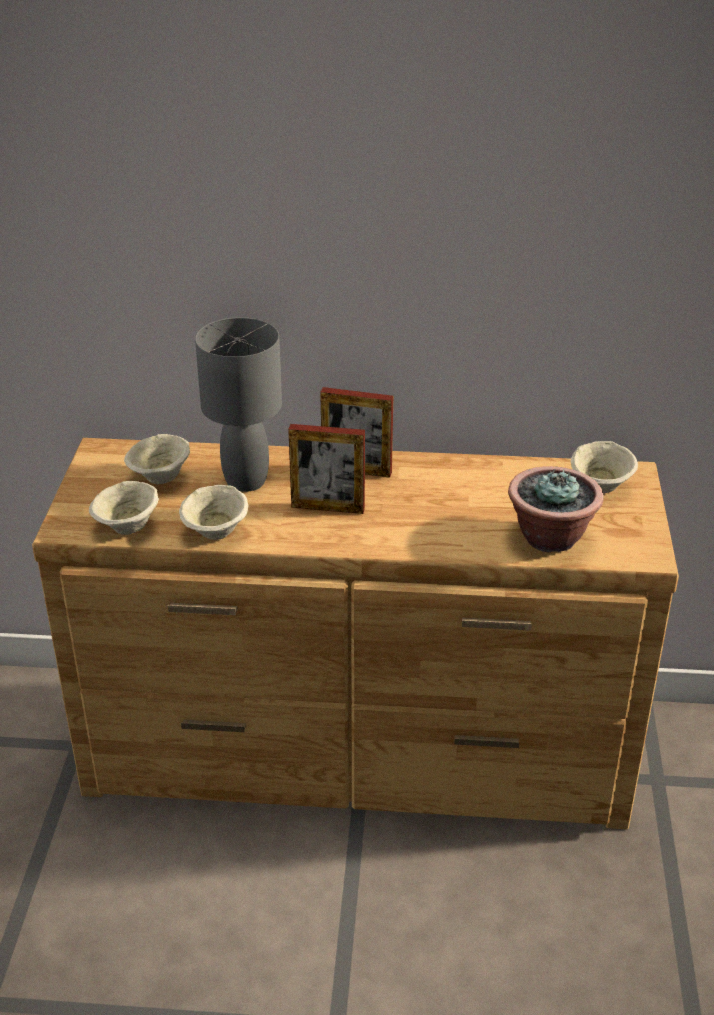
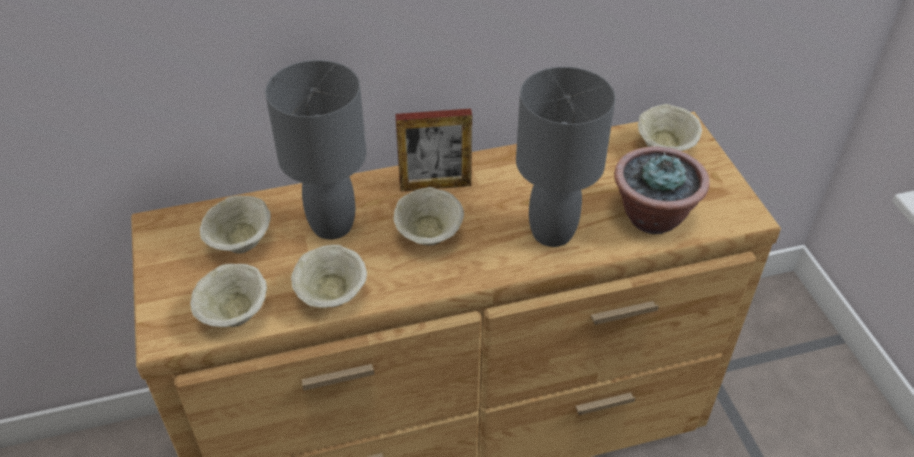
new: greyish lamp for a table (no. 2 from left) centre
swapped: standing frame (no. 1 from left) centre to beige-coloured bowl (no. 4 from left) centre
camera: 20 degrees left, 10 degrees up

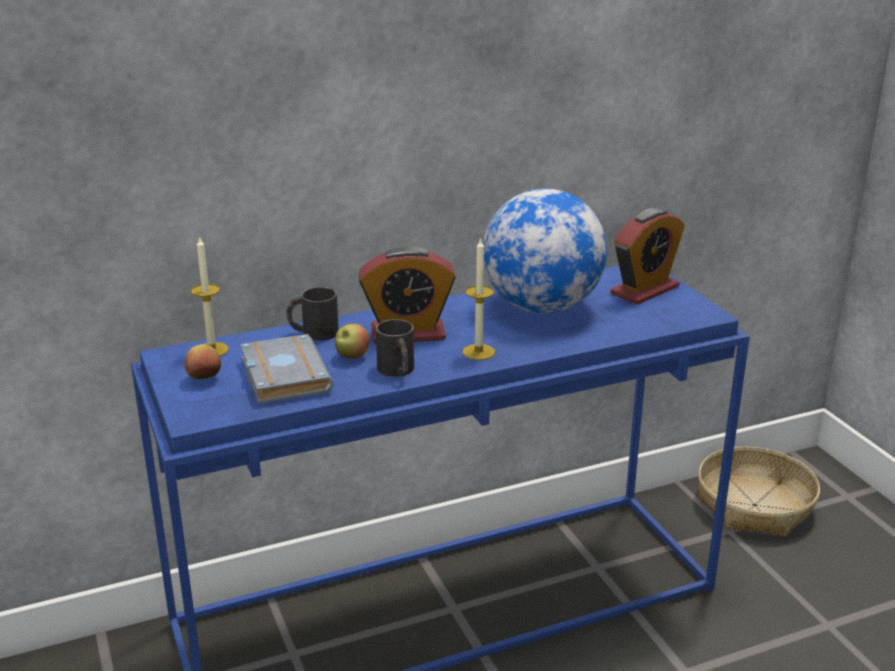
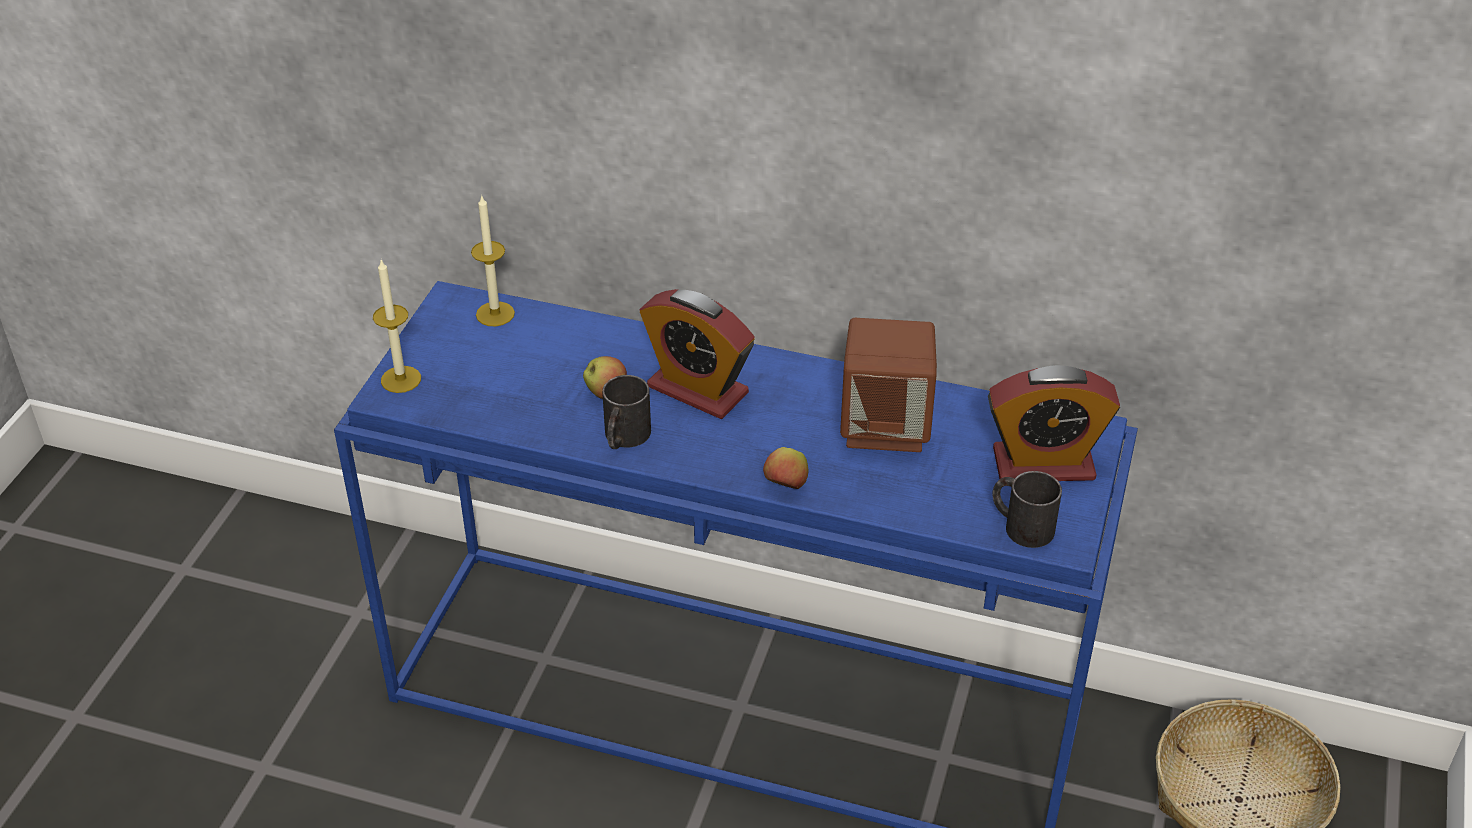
gone: greyish volume middle left
shifted: wax light (no. 2 from left in the first image) centre to wax light (no. 1 from left) middle left; blackish mug (no. 1 from left in the first image) centre to blackish mug (no. 2 from left) middle right; apple (no. 1 from left in the first image) middle left to apple (no. 2 from left) centre
swapped: world globe centre to brown-coloured audio speaker centre
camera: 40 degrees right, 15 degrees up

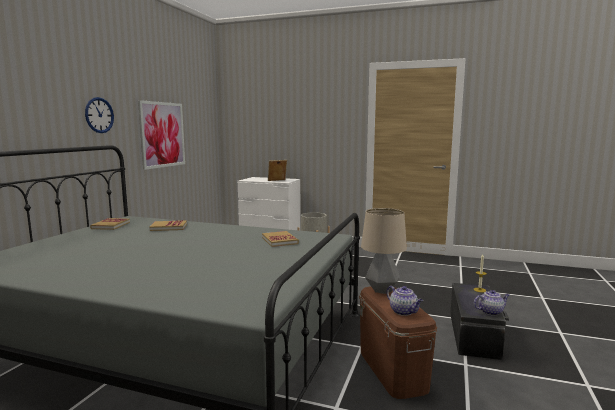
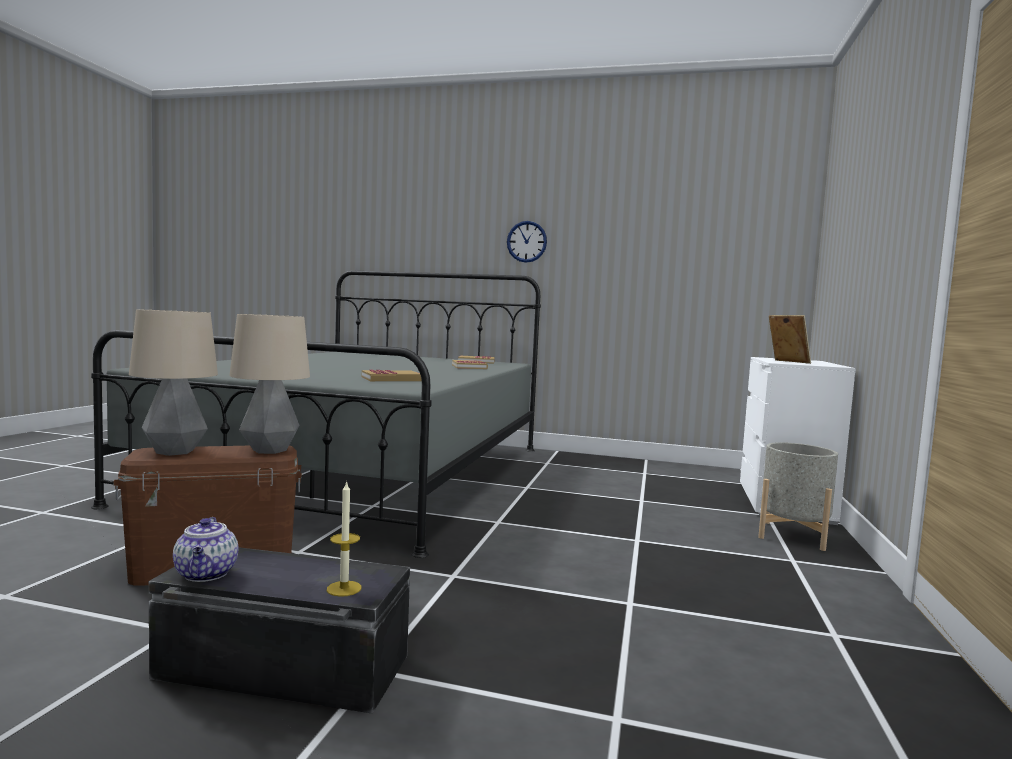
gone: wall art top left
swapped: pot for tea (no. 1 from left) bottom centre to lamp for a table (no. 1 from left) middle left
camera: 85 degrees right, 5 degrees down

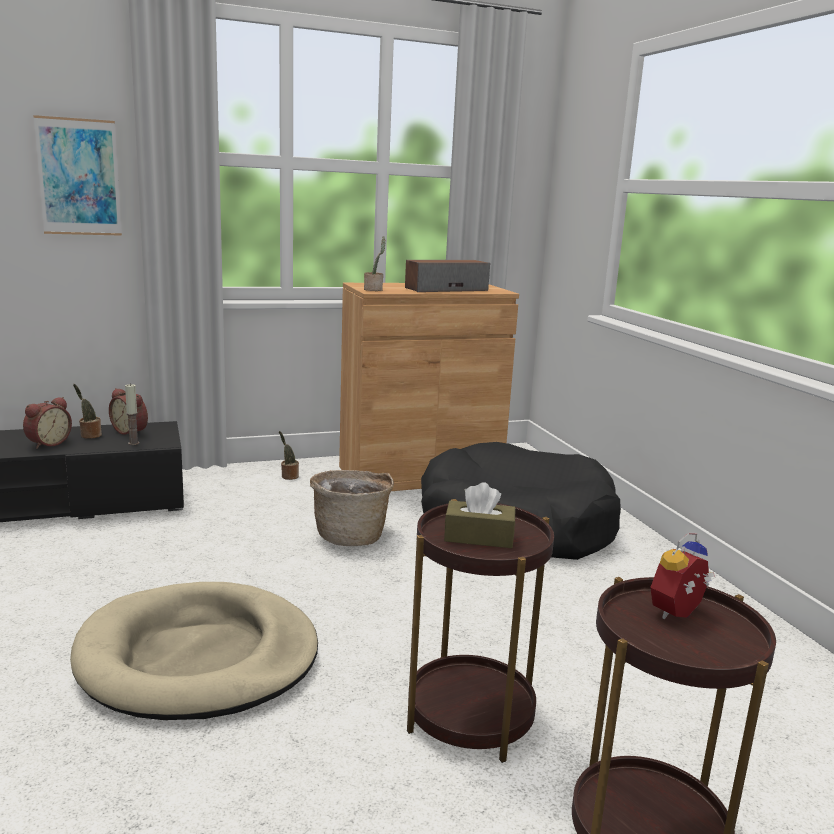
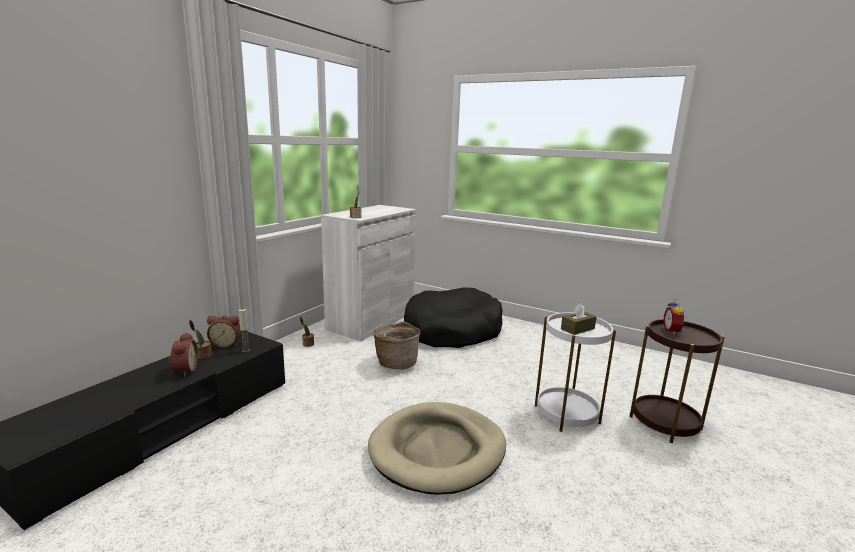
gone: wall art top left; audio speaker top centre
repainted: brown-coloured cabinet centre to white cabinet centre; brown-coloured side table (no. 1 from left) bottom centre to white side table bottom right
camera: 40 degrees left, 0 degrees up

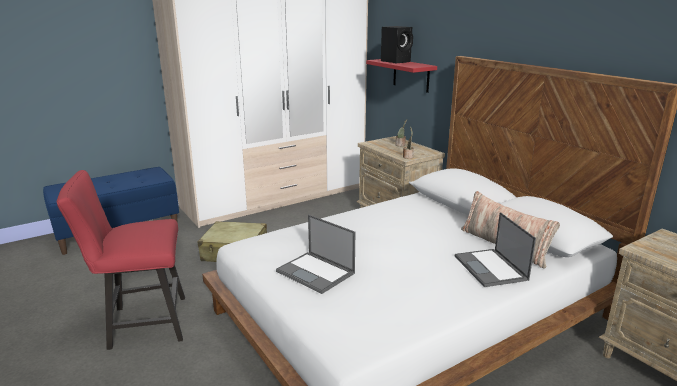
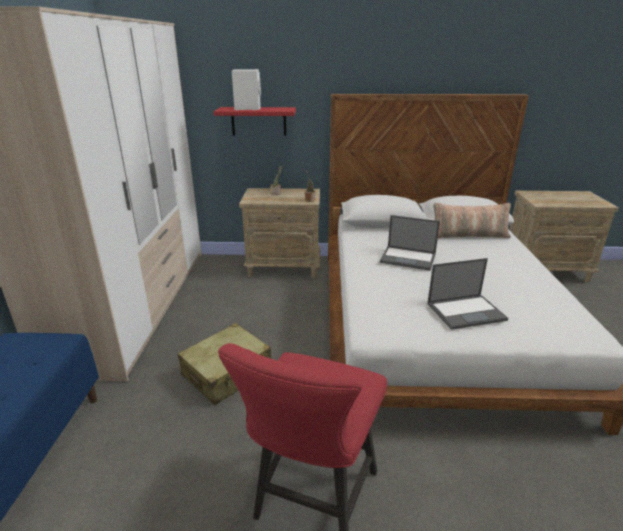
shifted: notebook computer (no. 2 from left in the first image) middle right to notebook computer (no. 1 from left) centre
repainted: blackish audio speaker top centre to white audio speaker top centre
camera: 55 degrees left, 5 degrees up

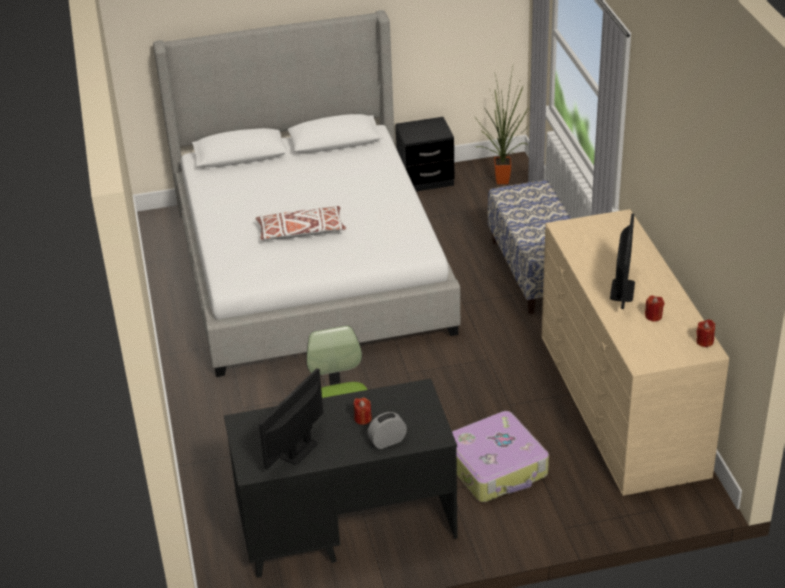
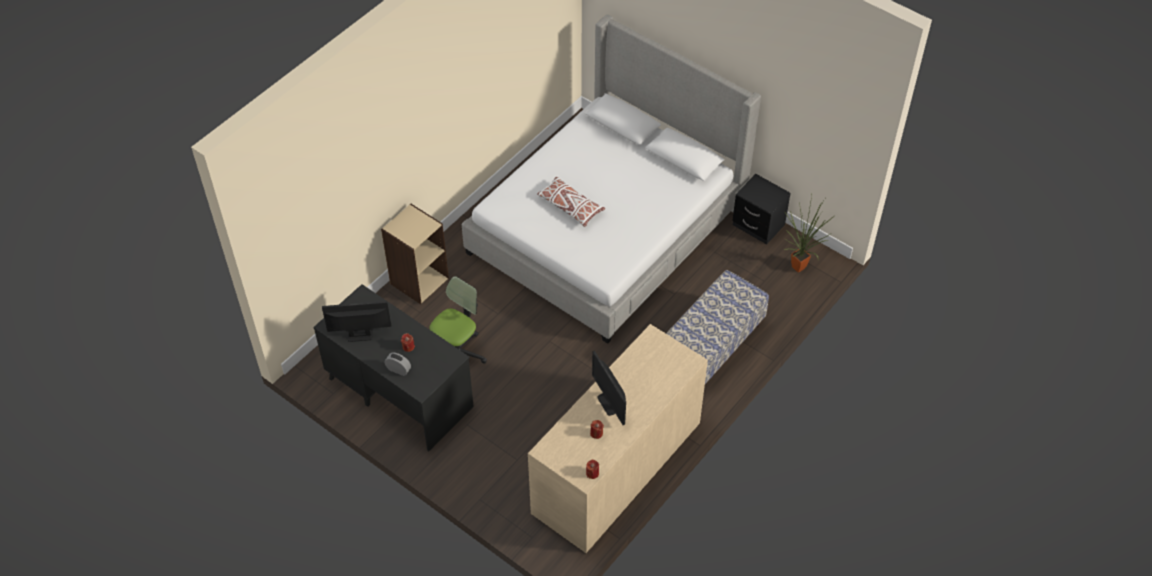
gone: suitcase bottom centre
new: beige-coloured shelving unit centre
rotated: computer display (no. 2 from left) middle right = bottom centre 90 degrees clockwise
camera: 50 degrees right, 15 degrees up

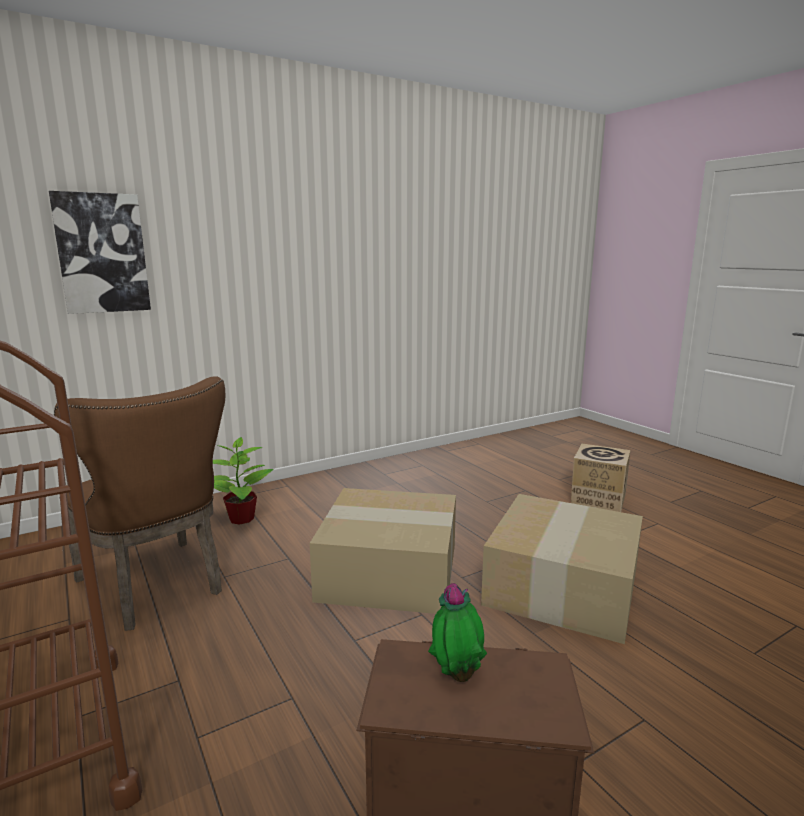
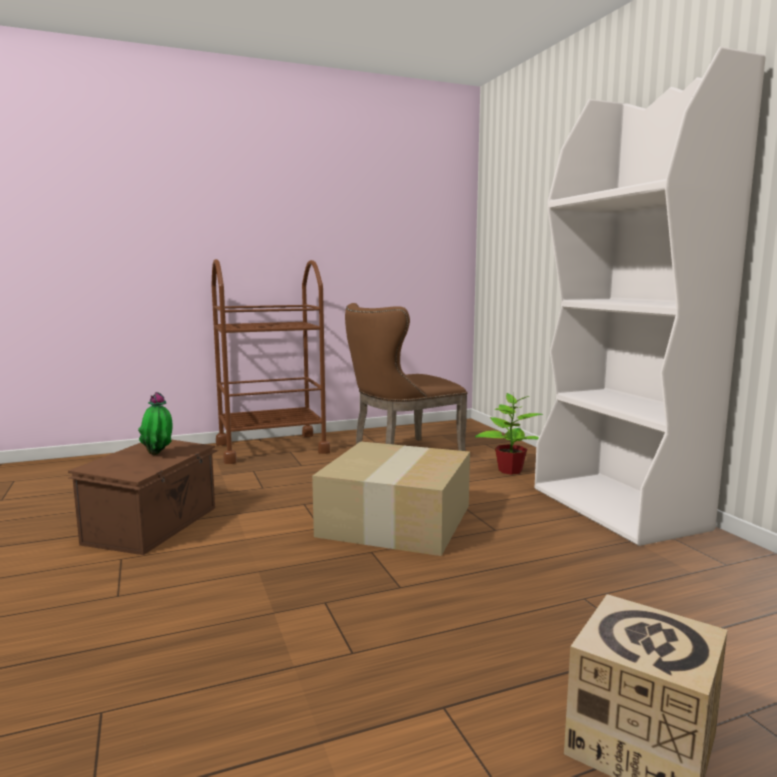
gone: wall art top left; carton (no. 2 from left) bottom right
new: white shelving unit middle right
camera: 100 degrees right, 5 degrees down

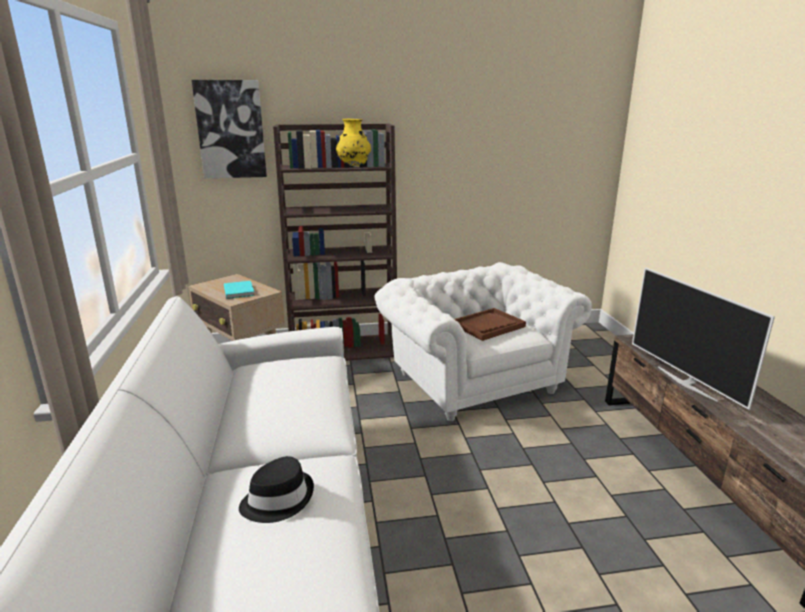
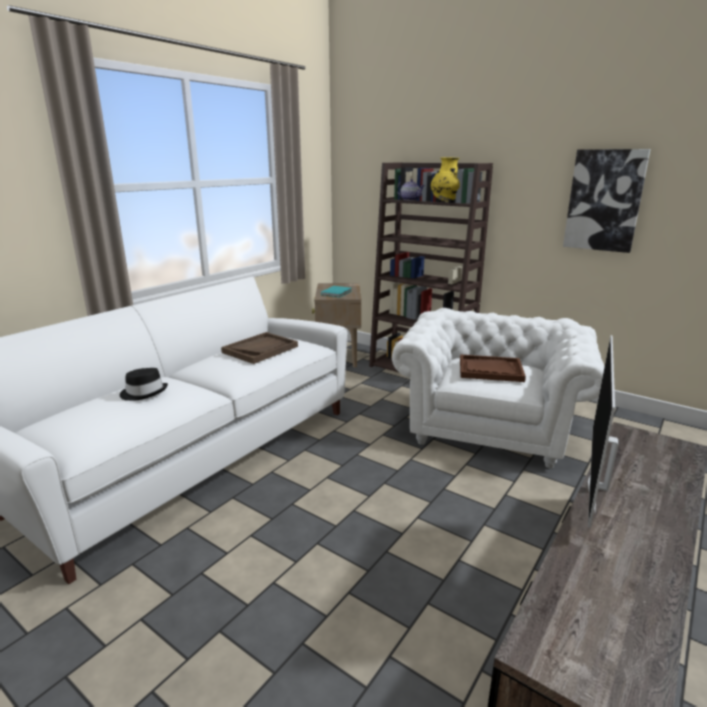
new: pot for tea top centre; brown-coloured tray (no. 1 from left) centre
shifted: wall art top left to top right
camera: 45 degrees right, 0 degrees up

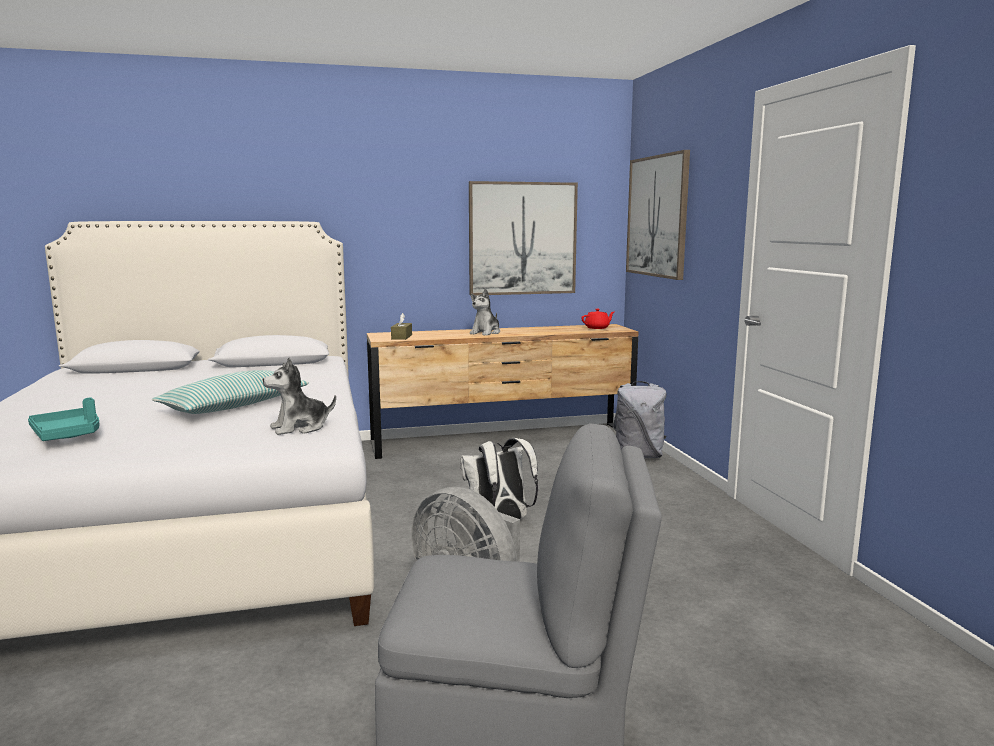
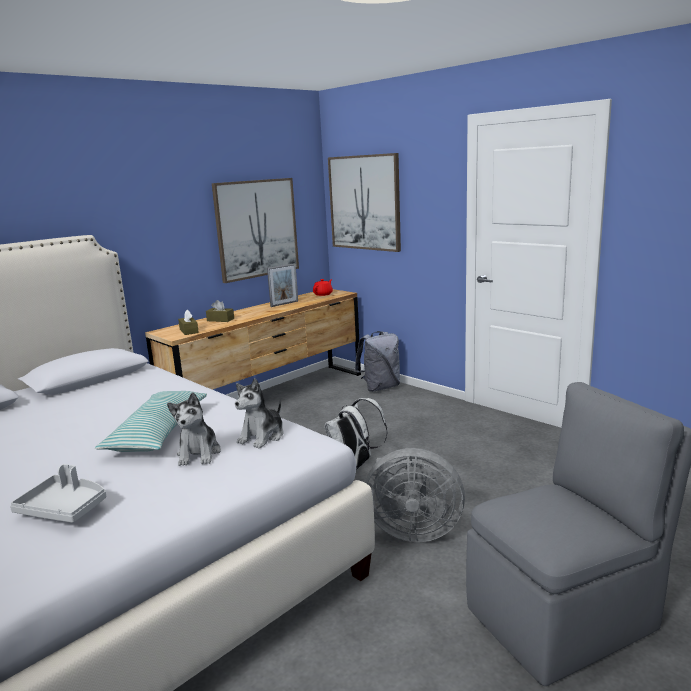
new: standing frame centre; brown-coloured box of tissues (no. 2 from left) middle left
shifted: soft toy (no. 2 from left in the first image) centre to soft toy (no. 1 from left) middle left
repainted: turquoise-coloured tray middle left to greyish tray bottom left
camera: 30 degrees left, 5 degrees up

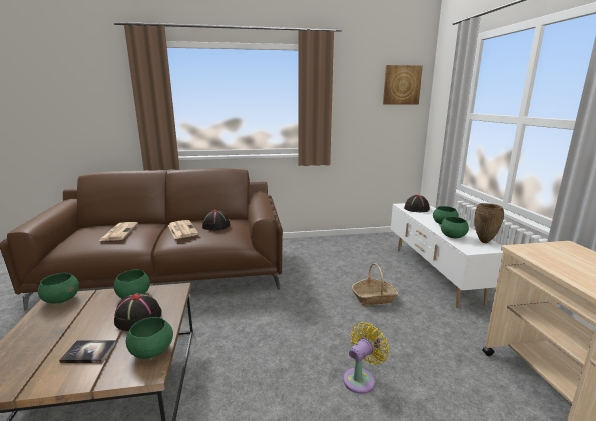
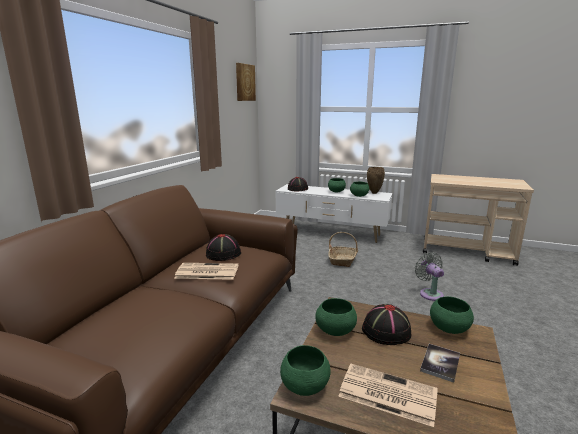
shifted: newspaper (no. 1 from left in the first image) middle left to newspaper (no. 2 from left) bottom right
repainted: yellow-coloured fan bottom centre to greyish fan middle right
camera: 60 degrees left, 0 degrees up

